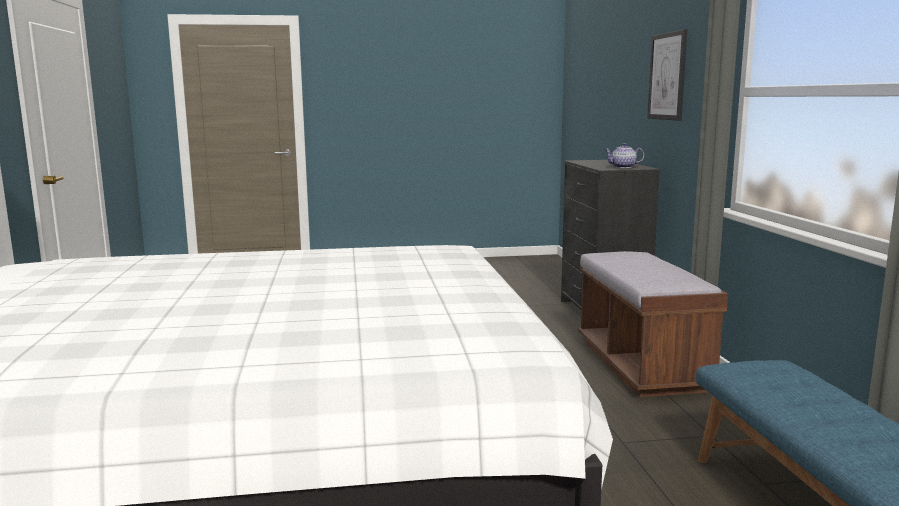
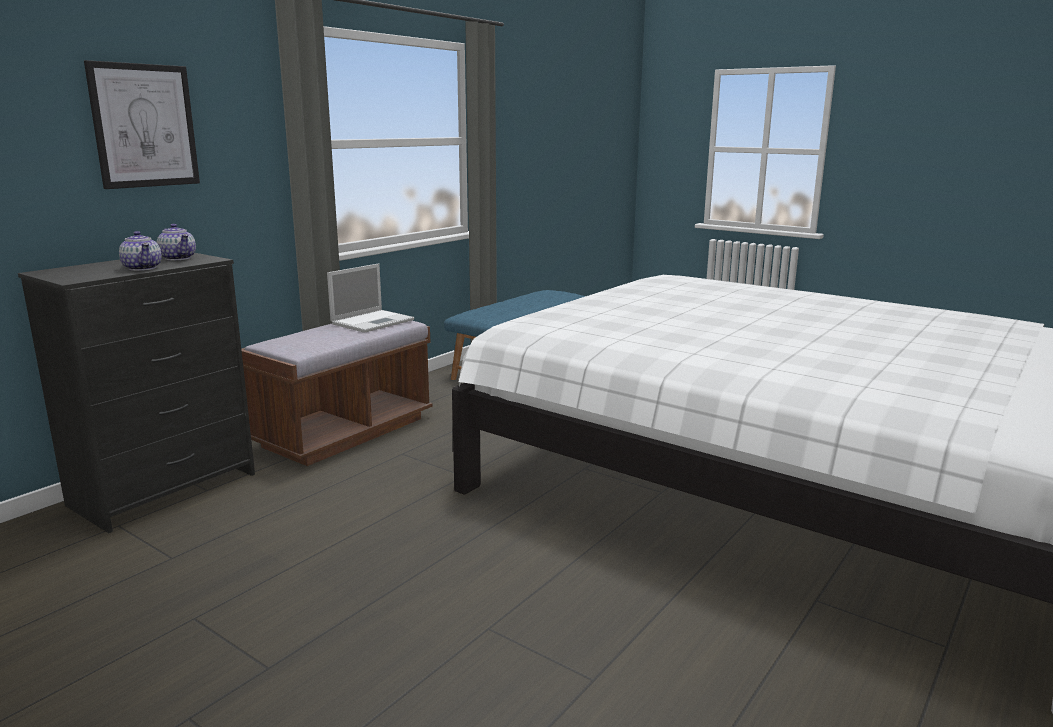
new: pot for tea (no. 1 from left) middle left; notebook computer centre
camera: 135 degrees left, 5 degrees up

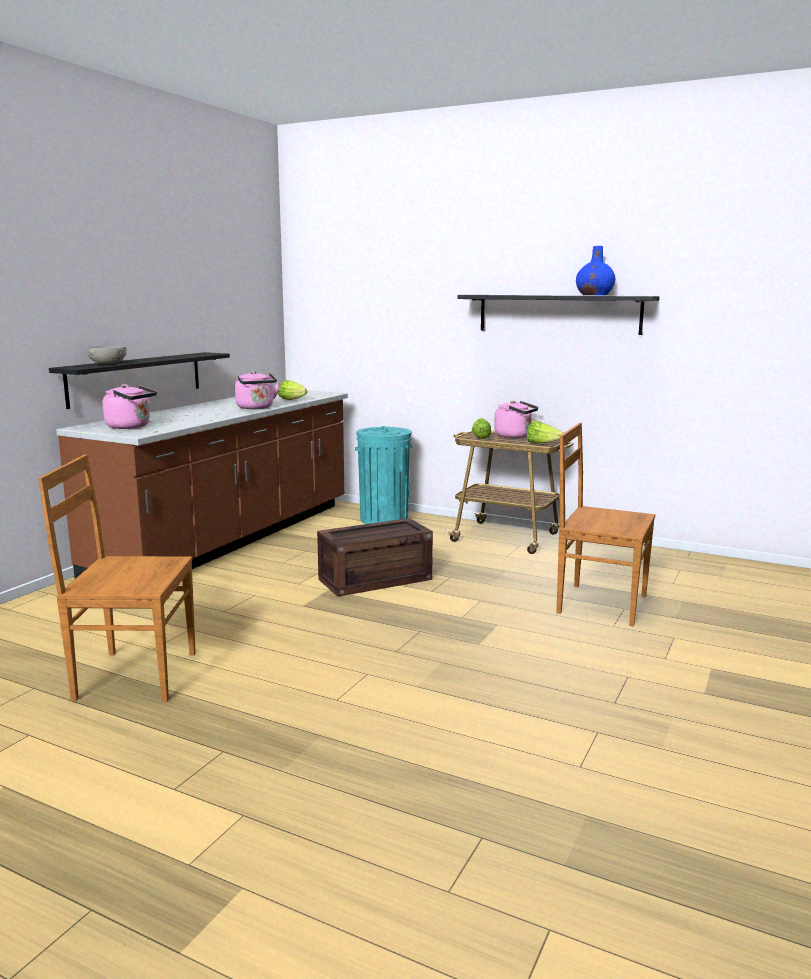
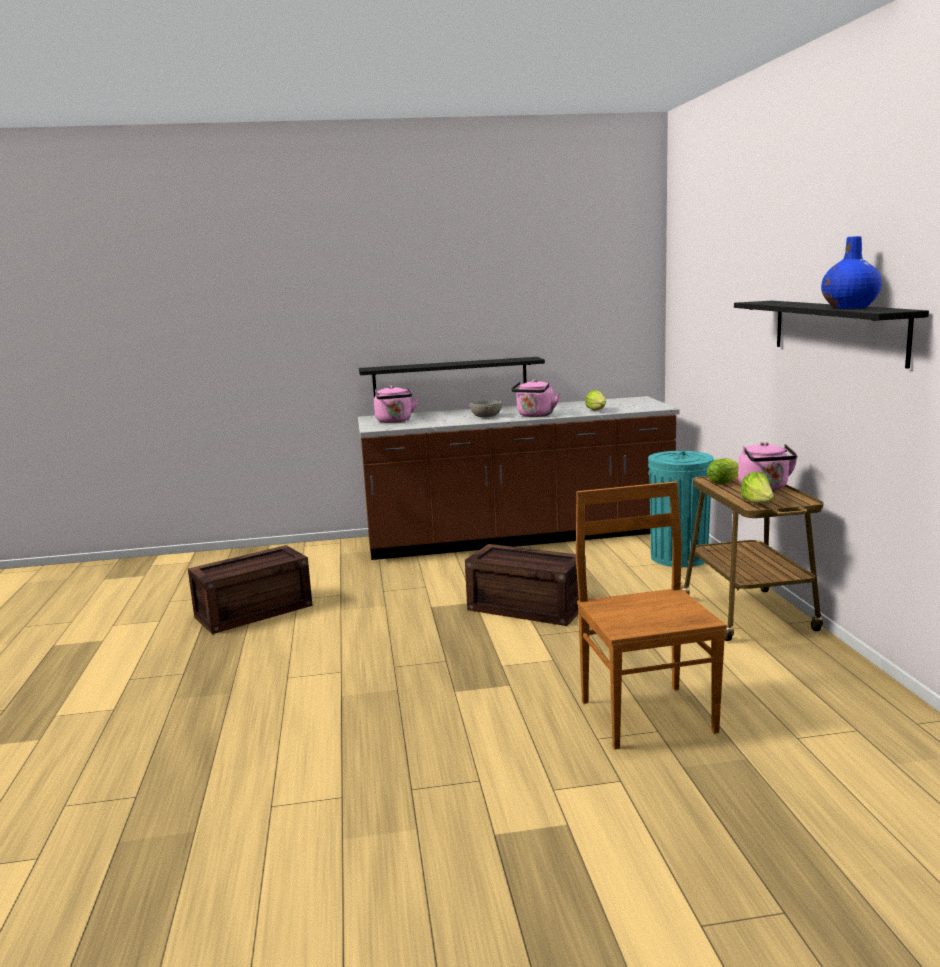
shifted: greyish bowl middle left to centre
swapped: brown-coloured chair (no. 1 from left) middle left to packing crate (no. 1 from left) middle left
camera: 55 degrees right, 0 degrees up

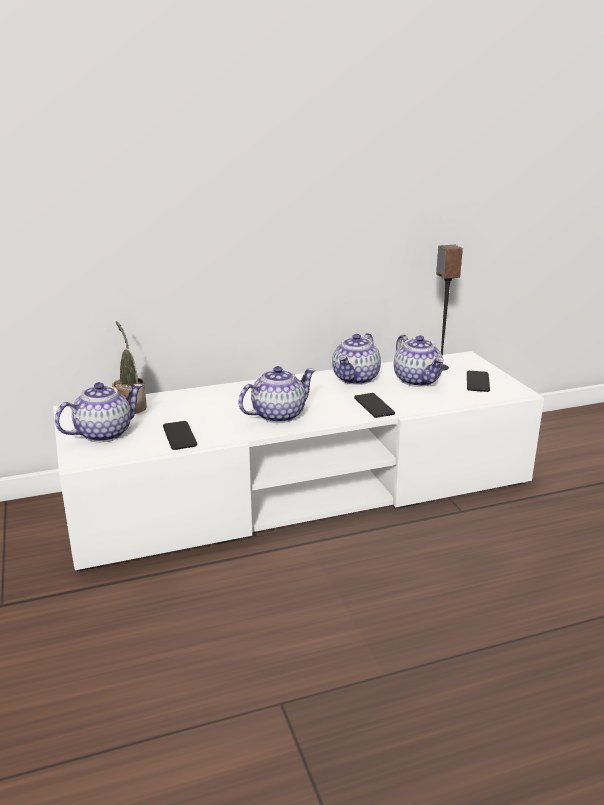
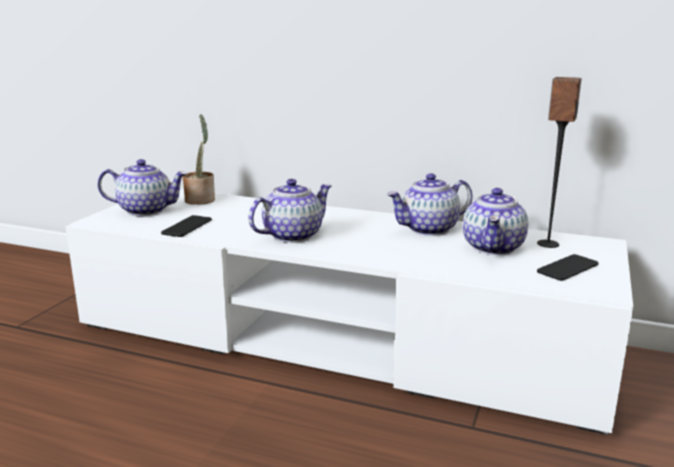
gone: handset (no. 2 from left) centre
rotated: pot for tea (no. 2 from left) centre = centre 45 degrees counterclockwise
camera: 40 degrees right, 5 degrees down

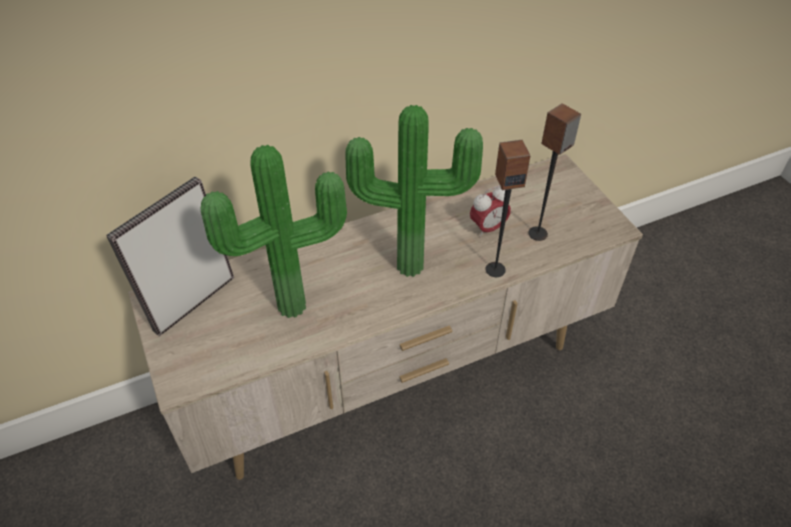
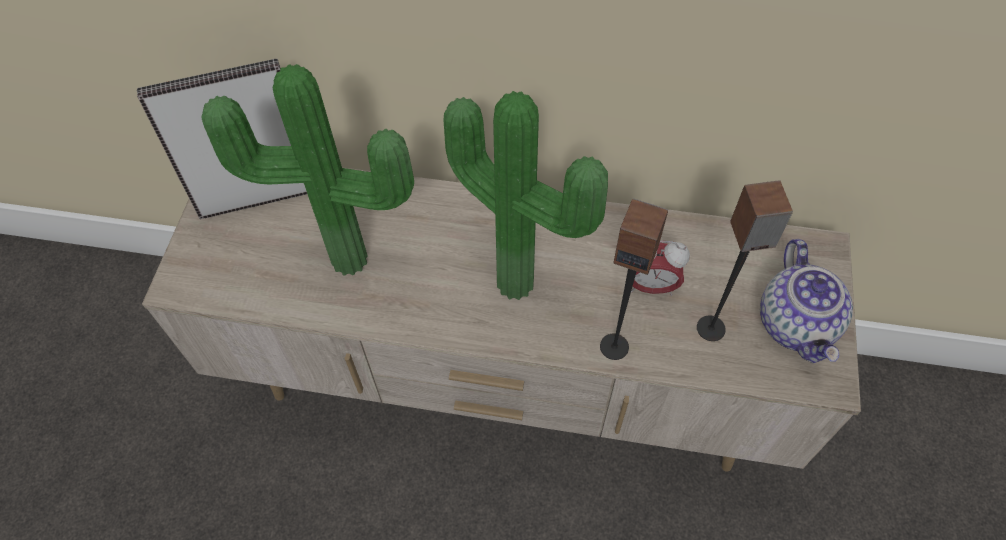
new: pot for tea middle right
camera: 35 degrees right, 10 degrees up

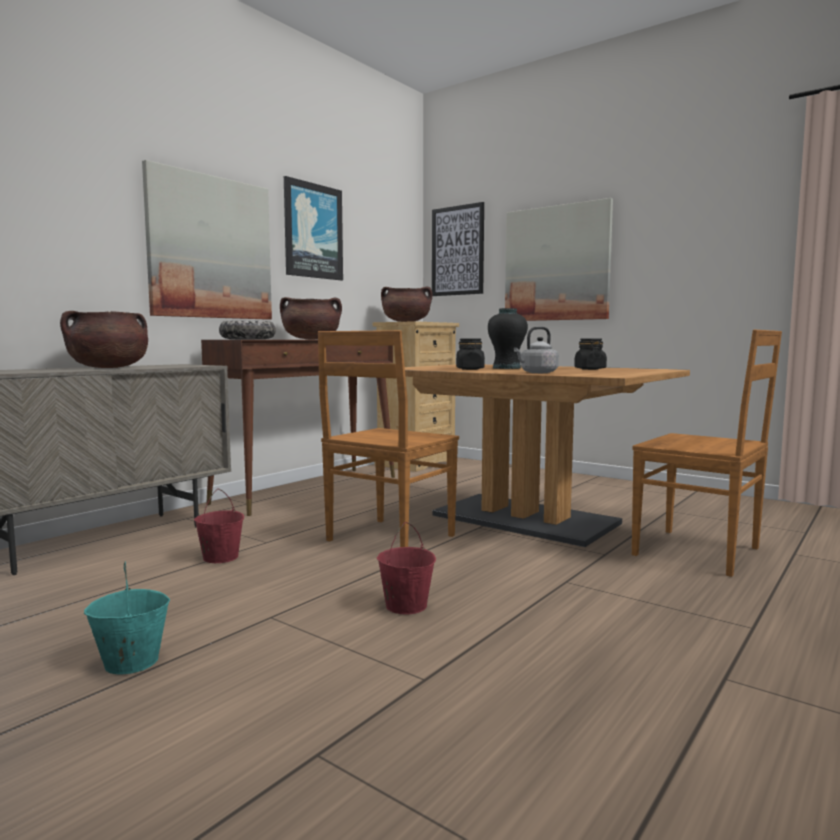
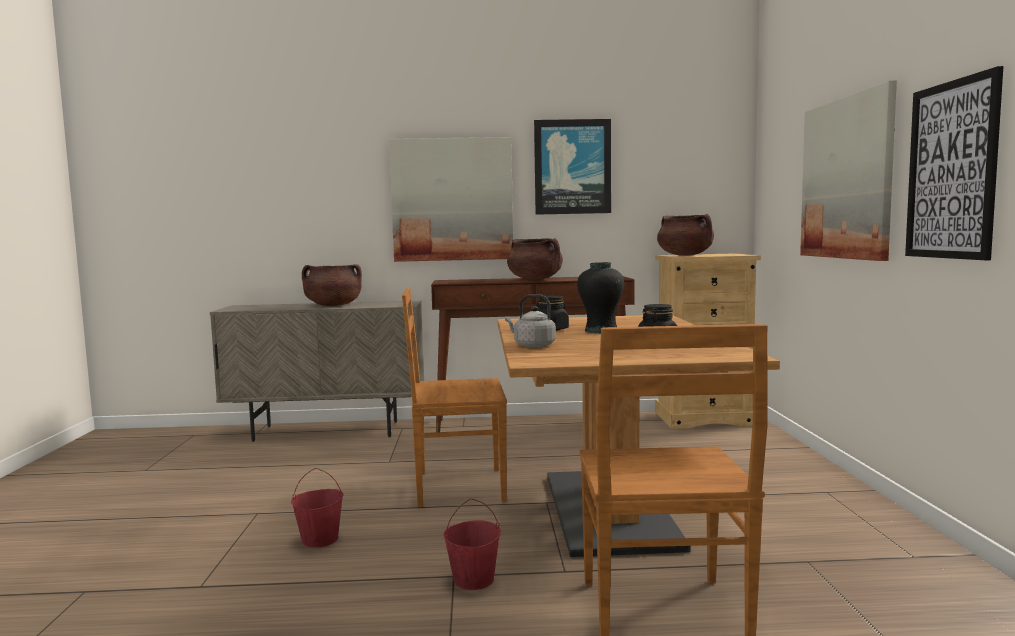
gone: bowl middle left; turquoise-coloured water bucket bottom left
shifted: wall art (no. 3 from left in the first image) top centre to wall art (no. 4 from left) top right; red-coloured water bucket (no. 1 from left in the first image) middle left to red-coloured water bucket (no. 2 from left) bottom centre
camera: 50 degrees right, 0 degrees up

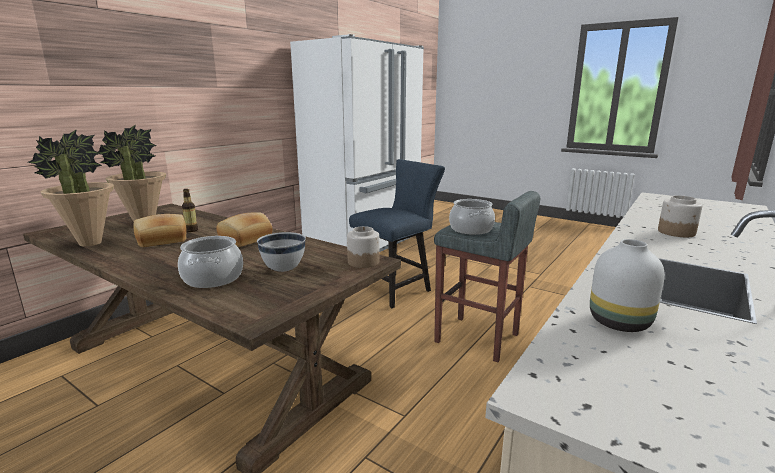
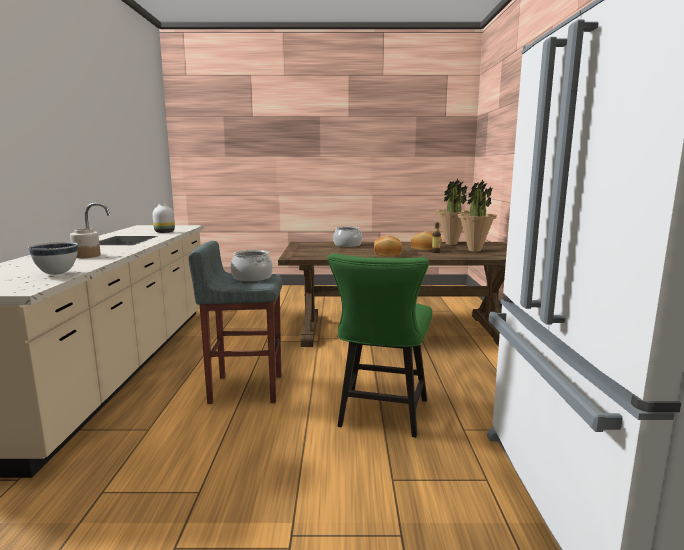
gone: storage jar (no. 1 from left) centre
shifted: white bowl centre to middle left
repainted: blue-coloured chair centre to green chair centre
camera: 145 degrees right, 5 degrees down

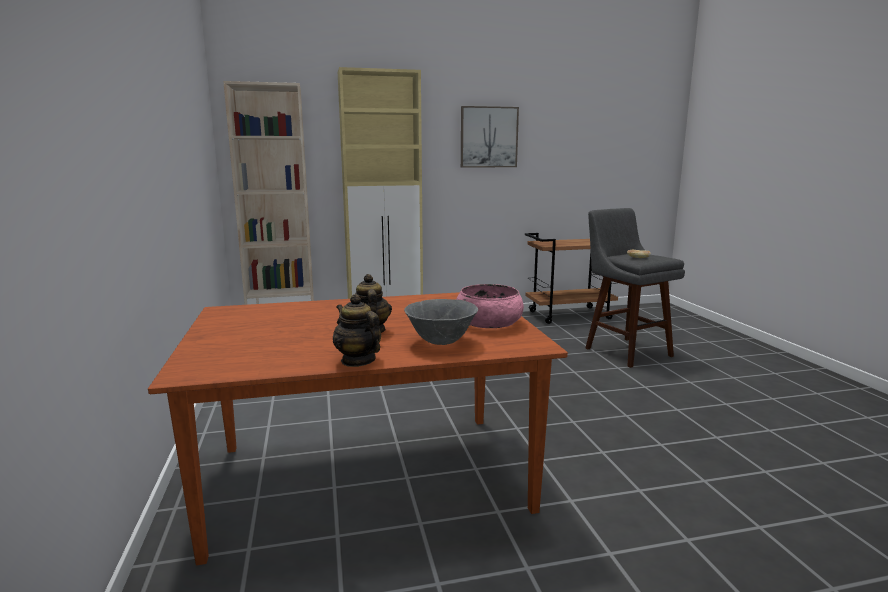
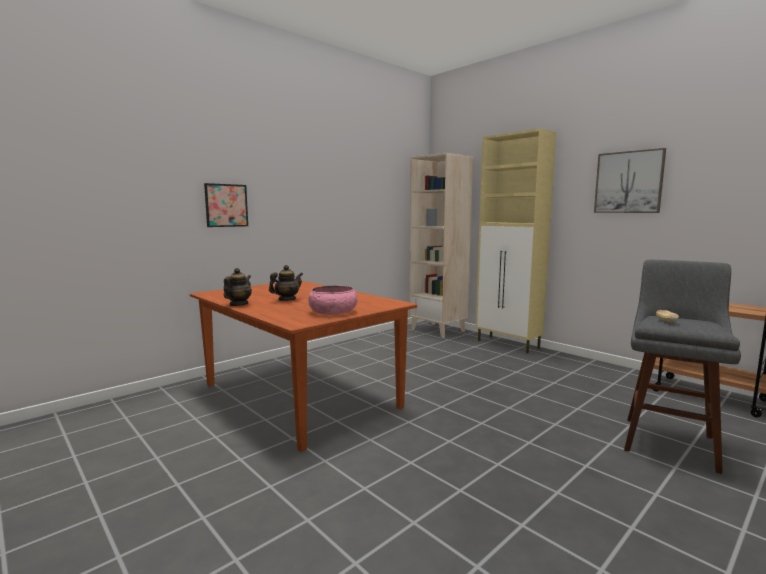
gone: greyish bowl centre
new: wall art (no. 1 from left) middle left
camera: 60 degrees right, 5 degrees down

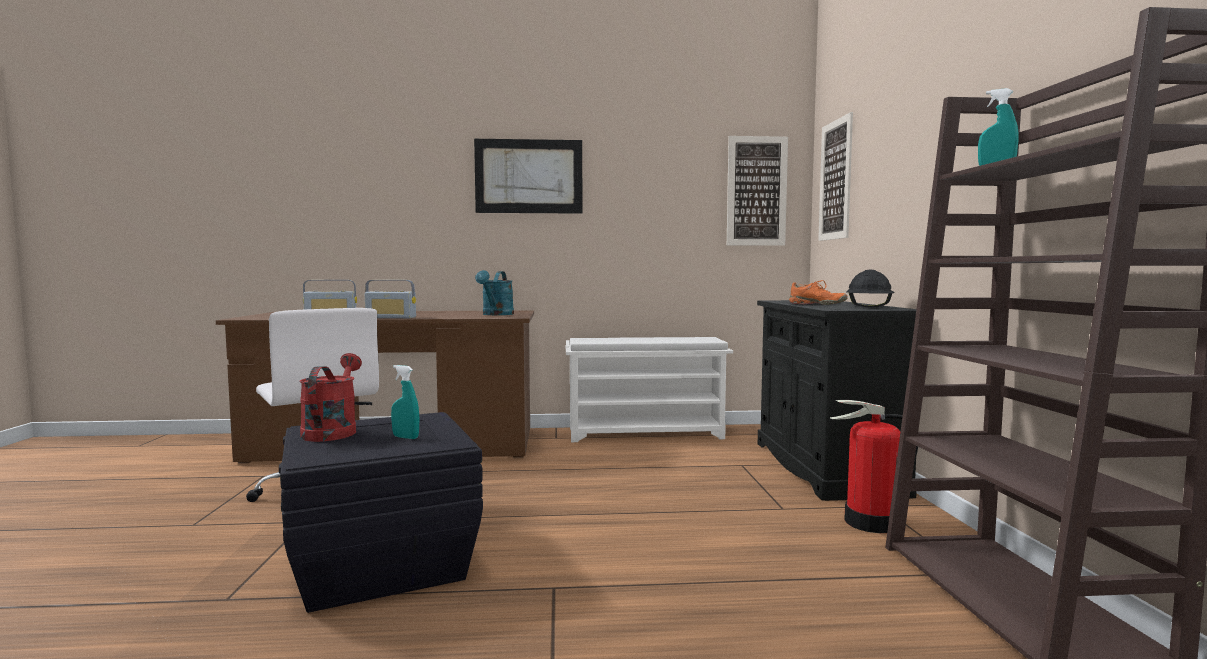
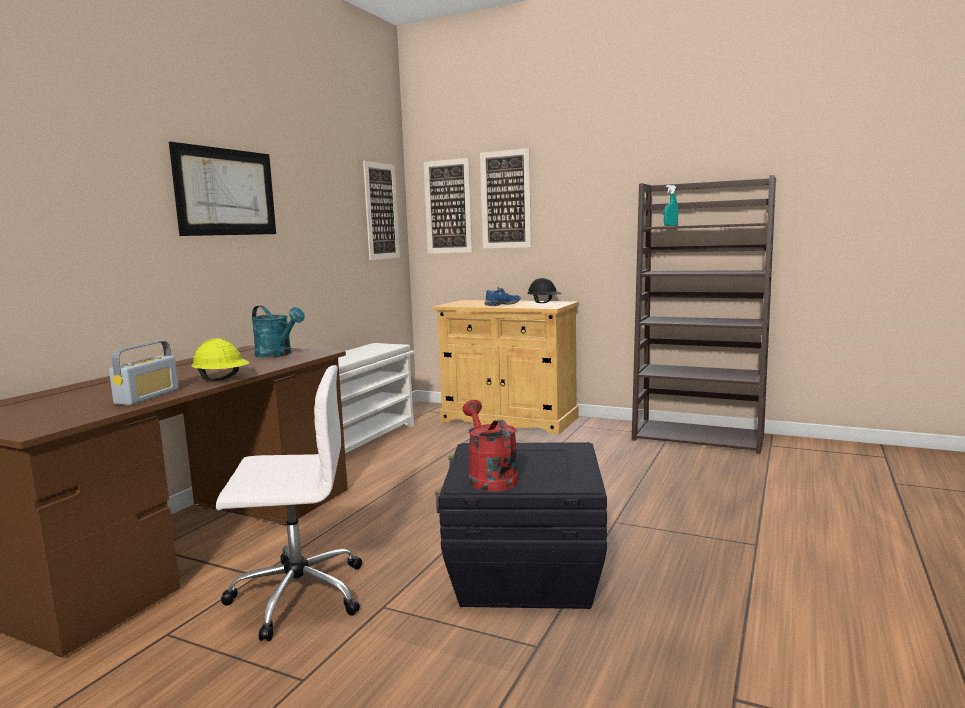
gone: turquoise-coloured spray bottle (no. 1 from left) centre; fire extinguisher bottom right
new: wall art (no. 4 from left) top centre
swapped: radio receiver (no. 2 from left) middle left to yellow-coloured work helmet middle left
repainted: orange-coloured item of footwear middle right to blue-coloured item of footwear centre; blackish cabinet middle right to beige-coloured cabinet centre
rotated: red-coloured sprinkling can middle left = centre 45 degrees clockwise
camera: 60 degrees left, 5 degrees up

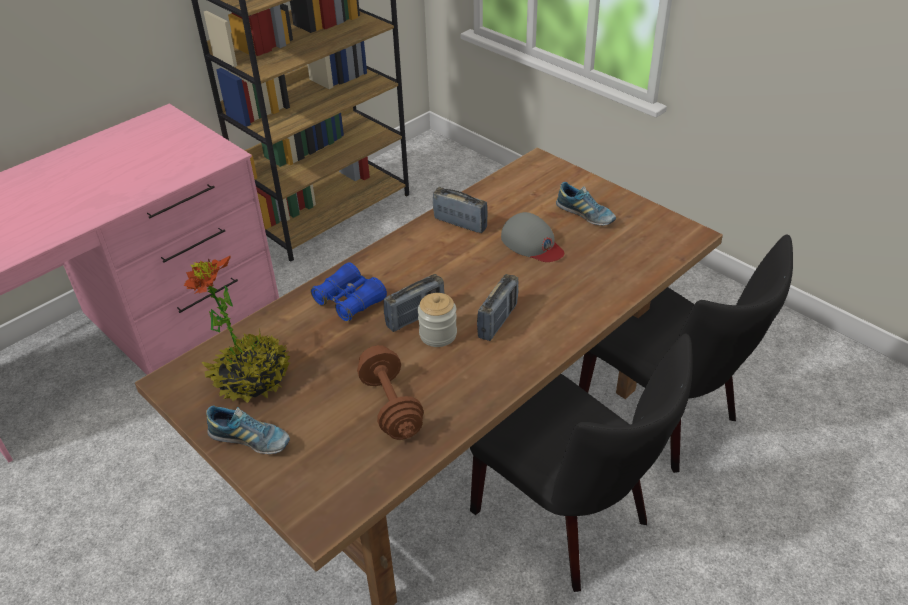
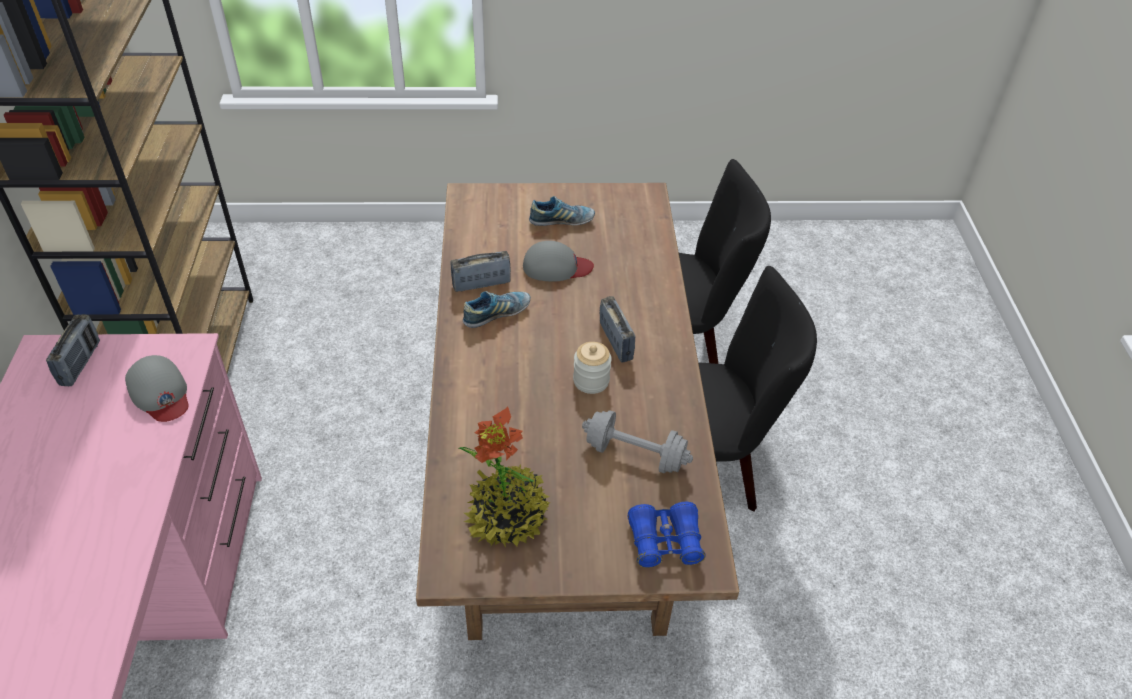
new: greyish baseball cap (no. 1 from left) middle left
shifted: blue-coloured field glasses centre to bottom centre; radio receiver (no. 1 from left) centre to middle left; item of footwear (no. 1 from left) bottom left to centre
repainted: brown-coloured dumbbell centre to greyish dumbbell centre
camera: 50 degrees left, 5 degrees up

